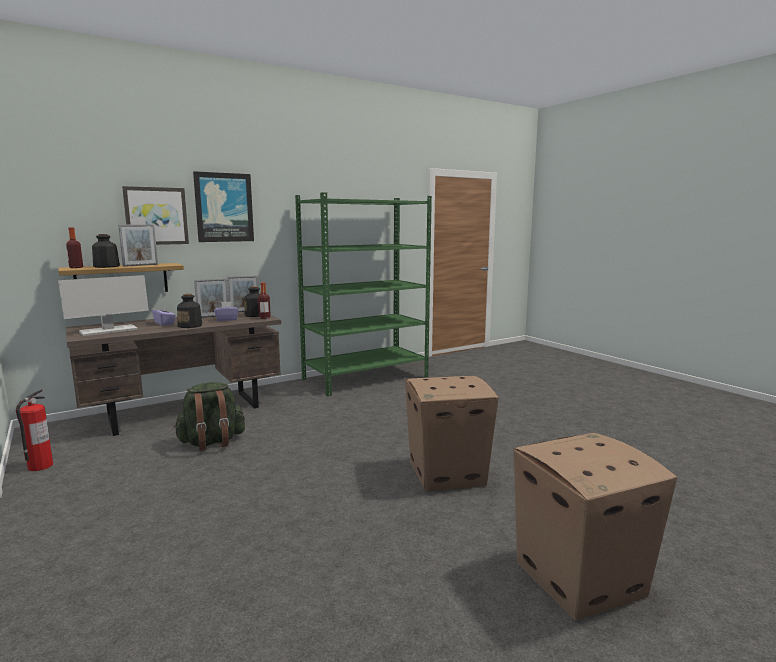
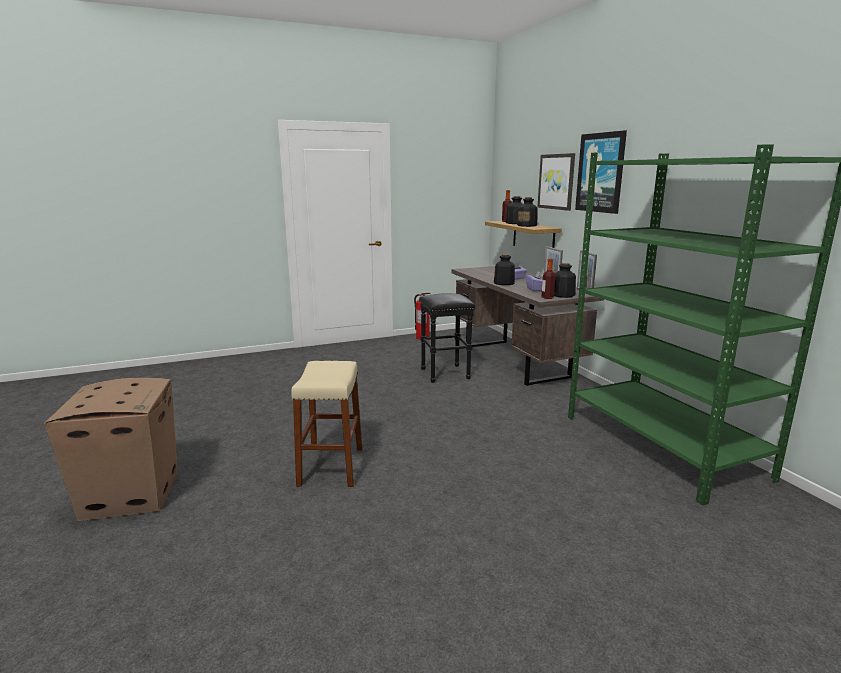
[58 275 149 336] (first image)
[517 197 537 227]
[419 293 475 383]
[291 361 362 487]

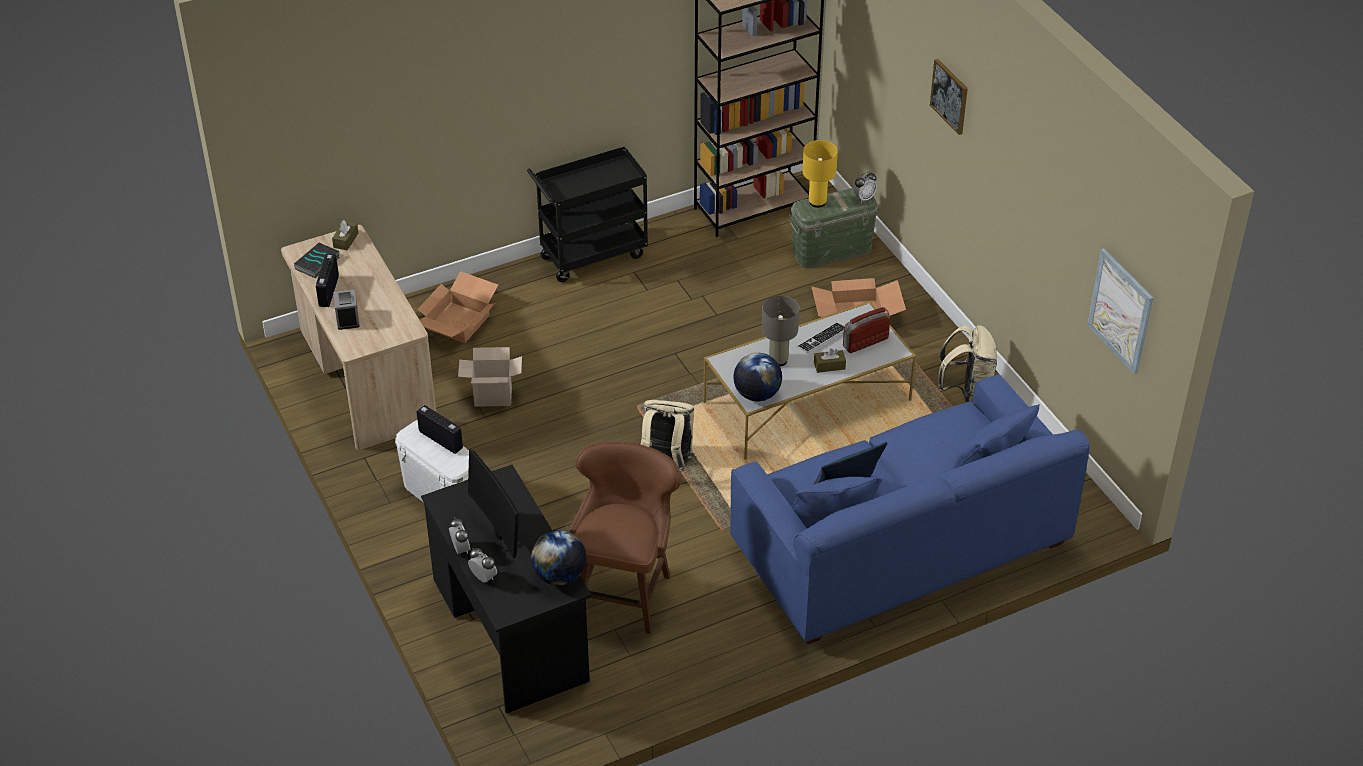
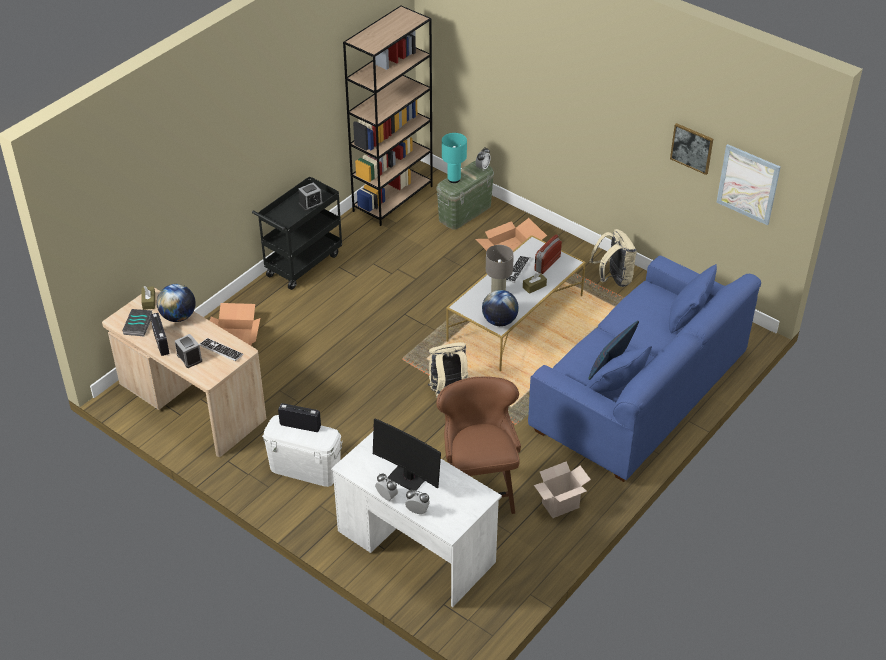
[331 432 502 607]
[534 461 591 518]
[157 284 196 322]
[442 133 467 183]
[670 123 713 175]
[199 338 244 361]
[298 182 323 211]

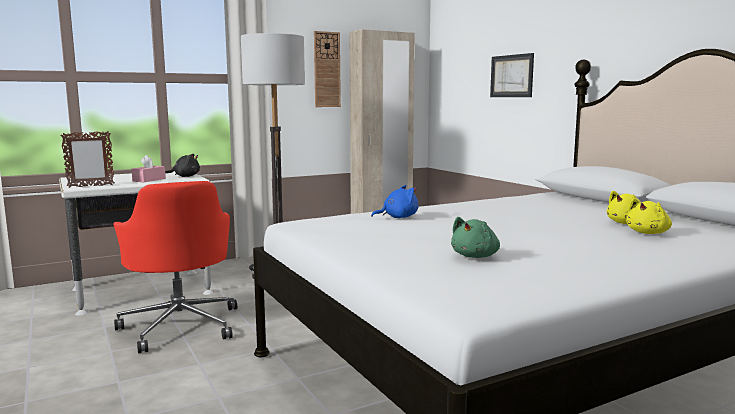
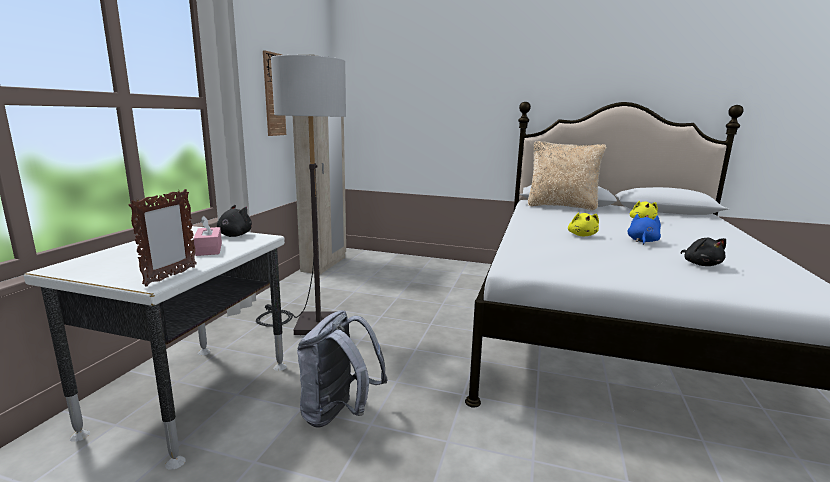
[297 310 388 427]
[627 214 661 245]
[681 238 726 266]
[490 53 534 97] (first image)
[568 212 599 236]
[528 141 607 211]

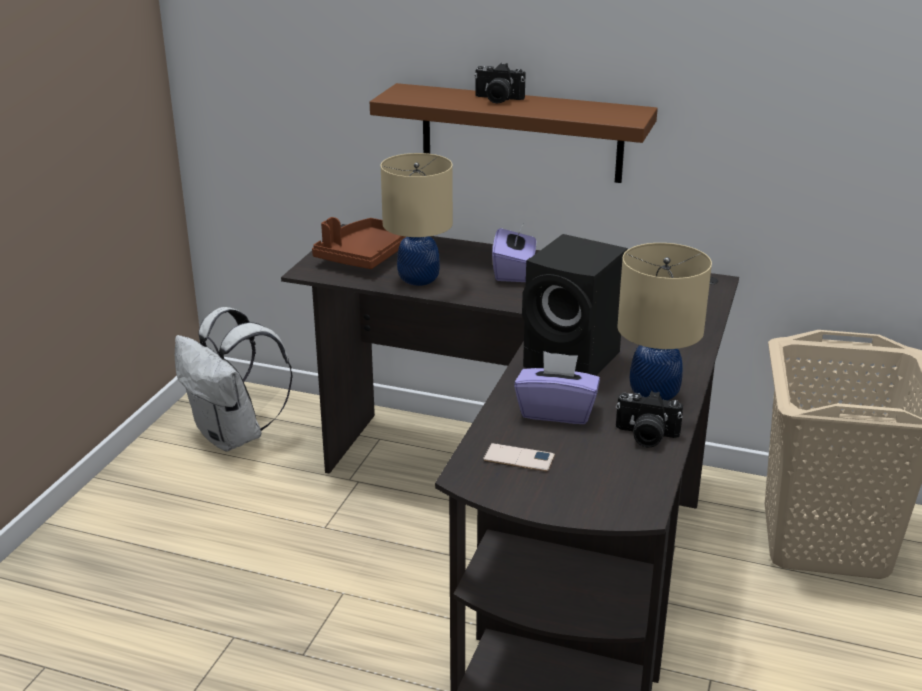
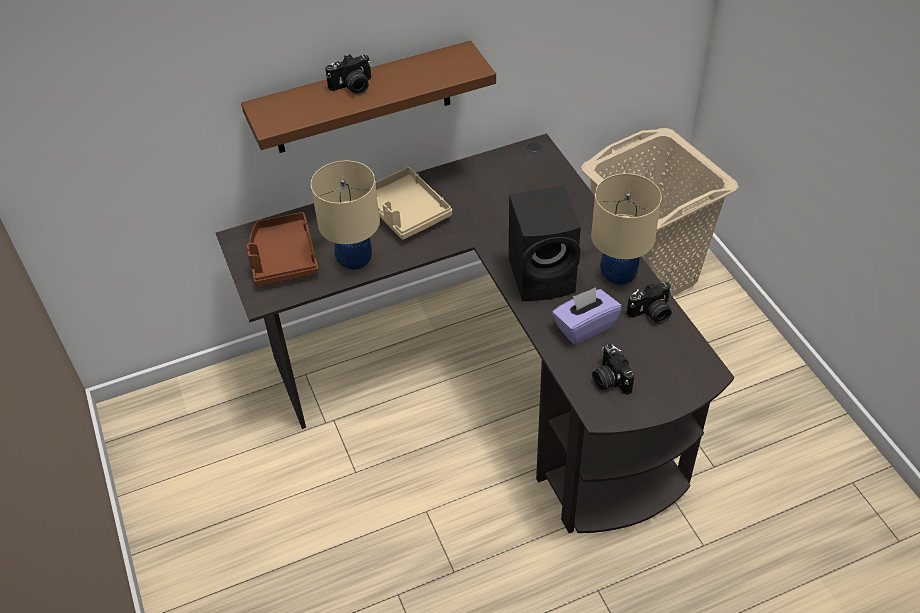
[175 307 293 452] (first image)
[592 343 634 395]
[375 167 452 240]

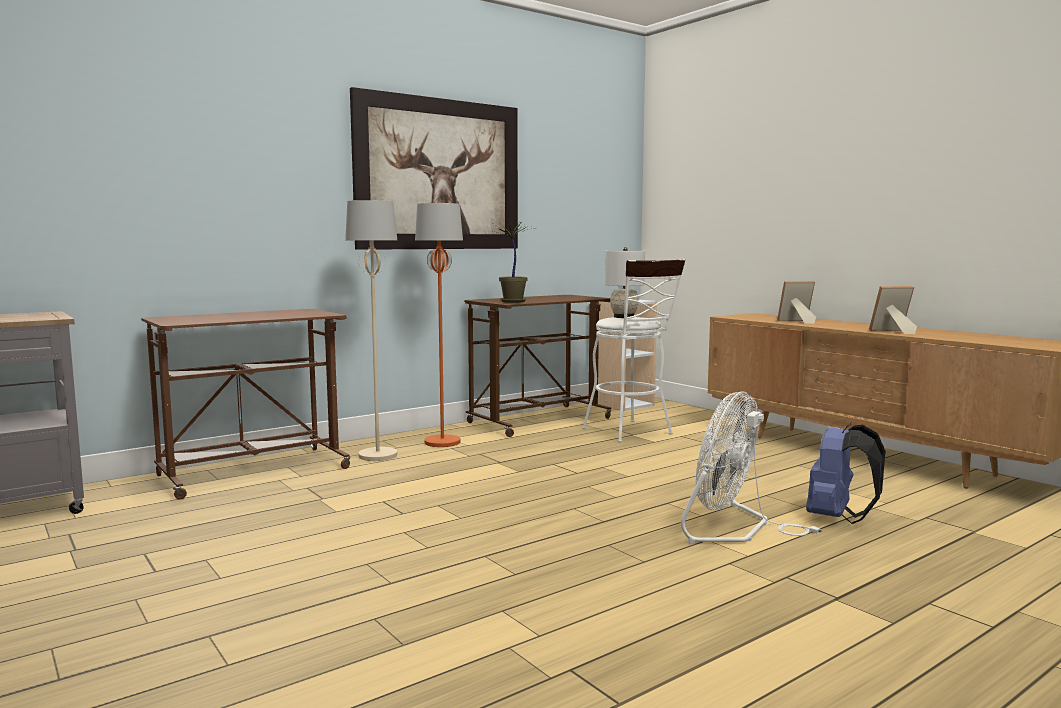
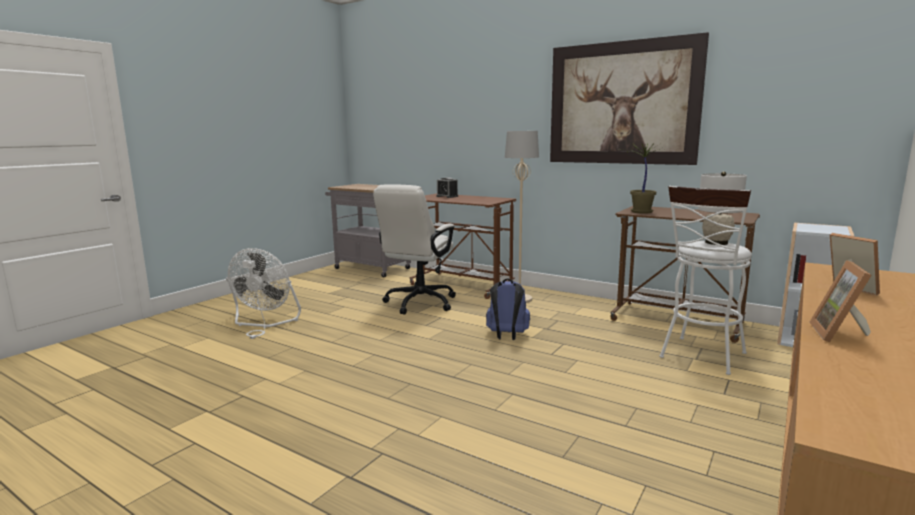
[415 203 463 447] (first image)
[226 248 301 339]
[486 278 530 340]
[809 260 872 343]
[373 184 456 315]
[436 177 458 198]

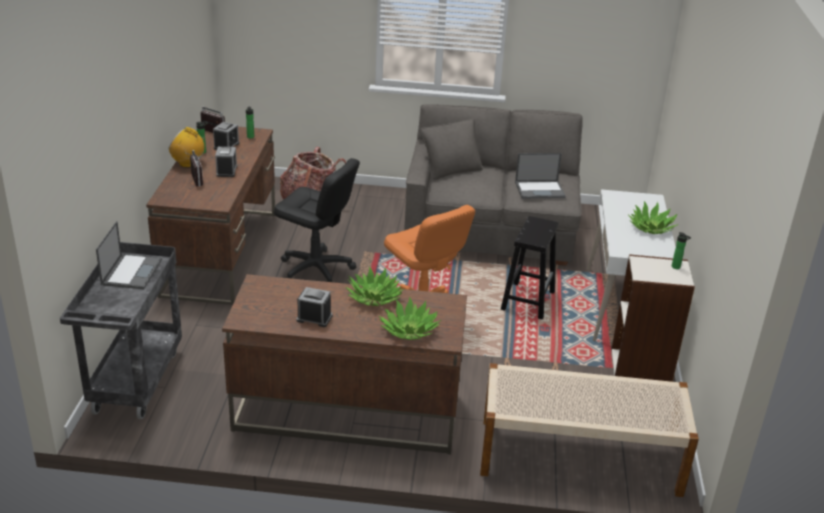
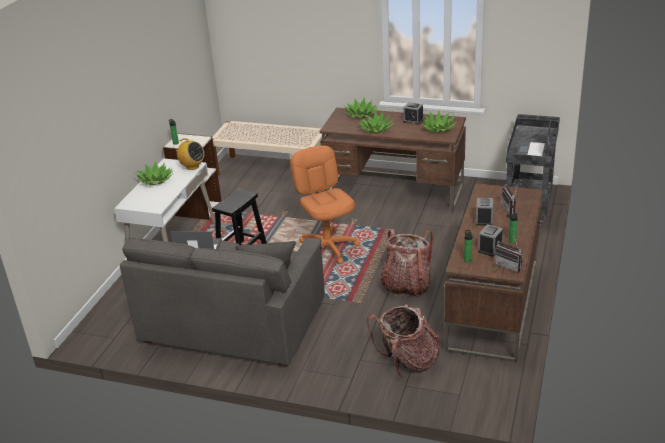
[176 138 204 170]
[380 229 433 297]
[421 110 457 133]

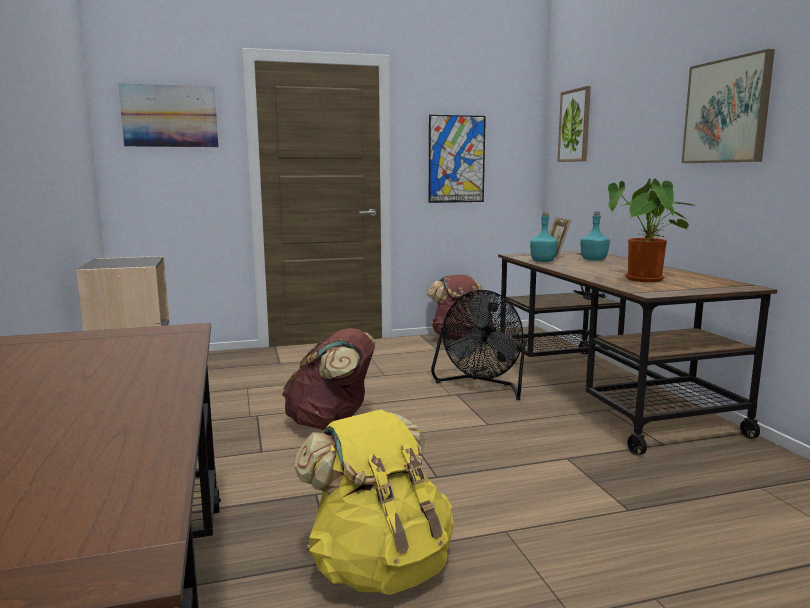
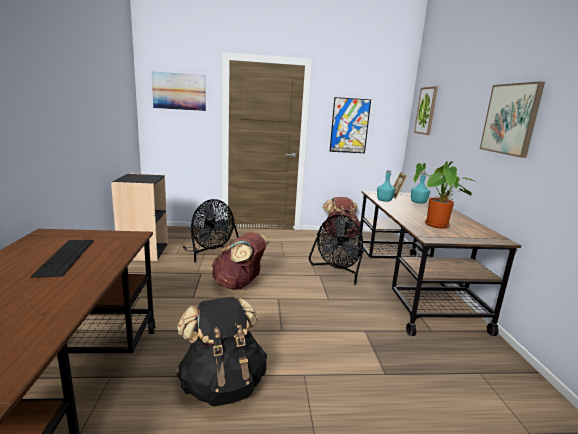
[176 297 267 406]
[31 240 93 278]
[182 199 239 263]

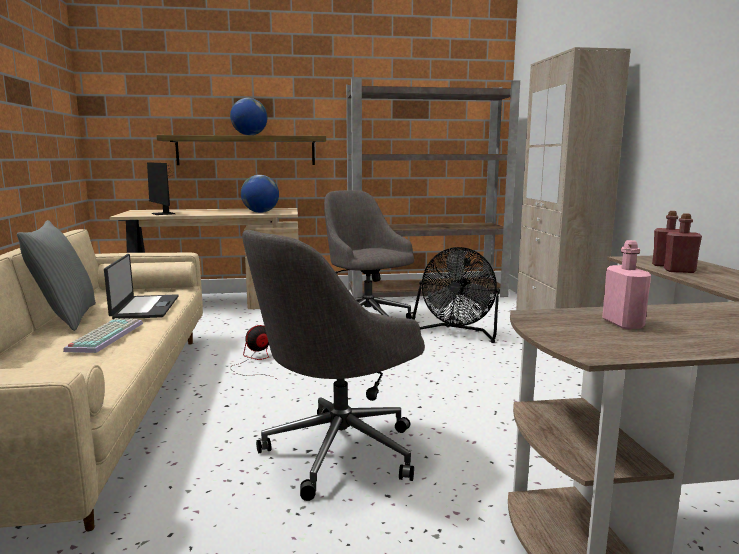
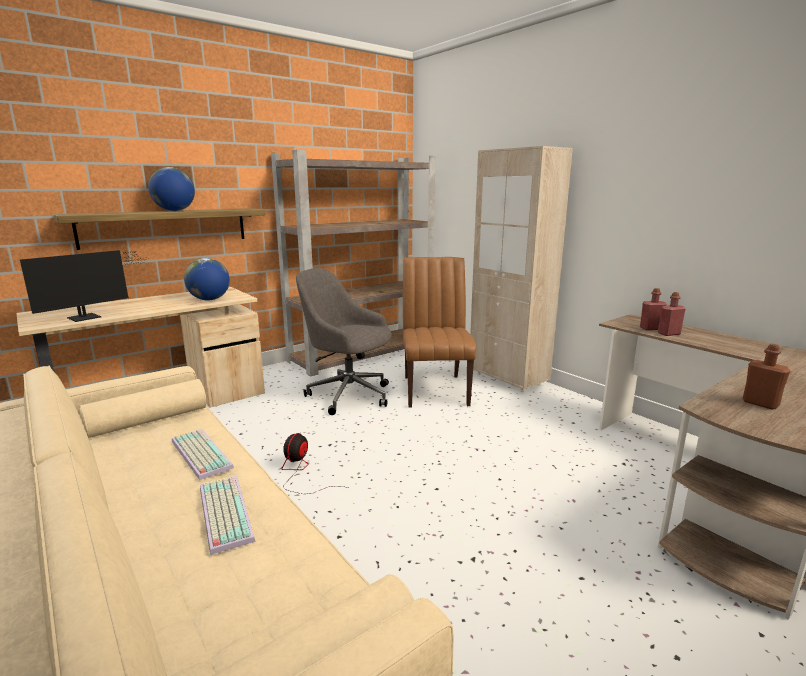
[17 220 96 331] (first image)
[172 429 234 480]
[20 250 149 322]
[242 230 425 501] (first image)
[403 257 476 408]
[742 344 790 409]

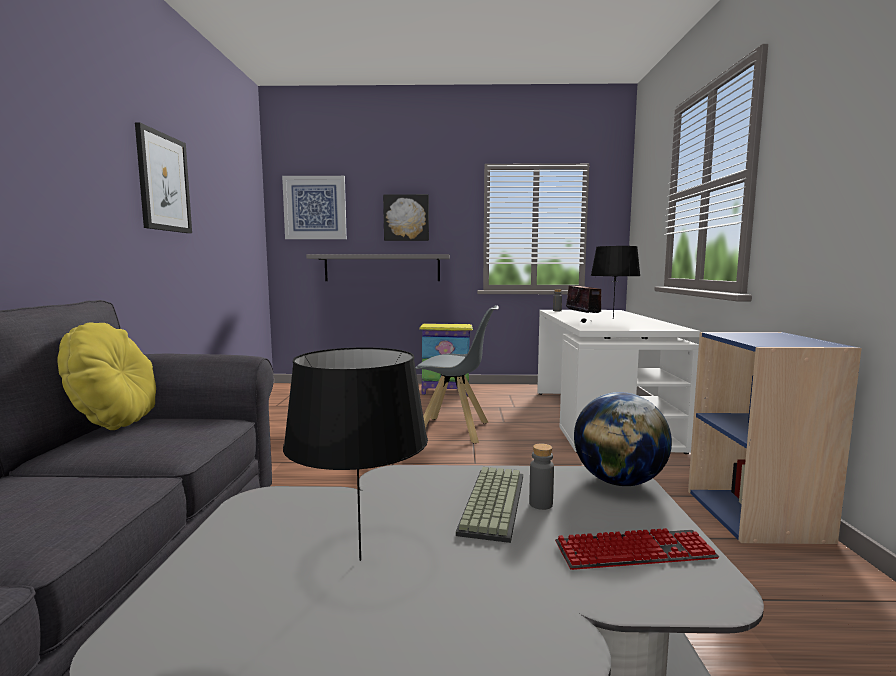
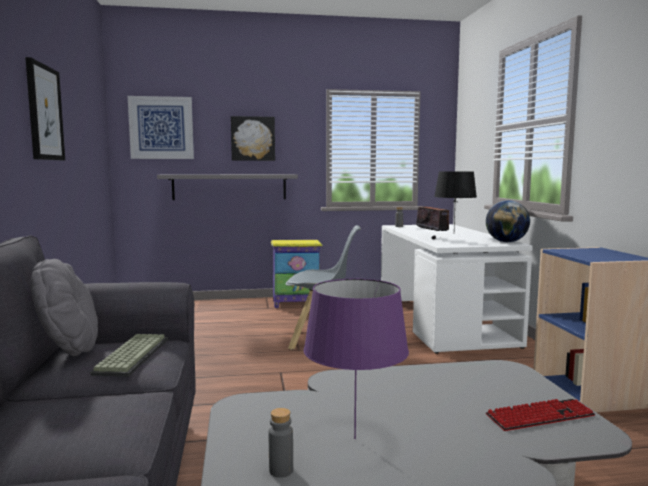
[30 259 98 356]
[303 279 409 439]
[91 334 168 376]
[269 408 293 478]
[486 200 530 242]

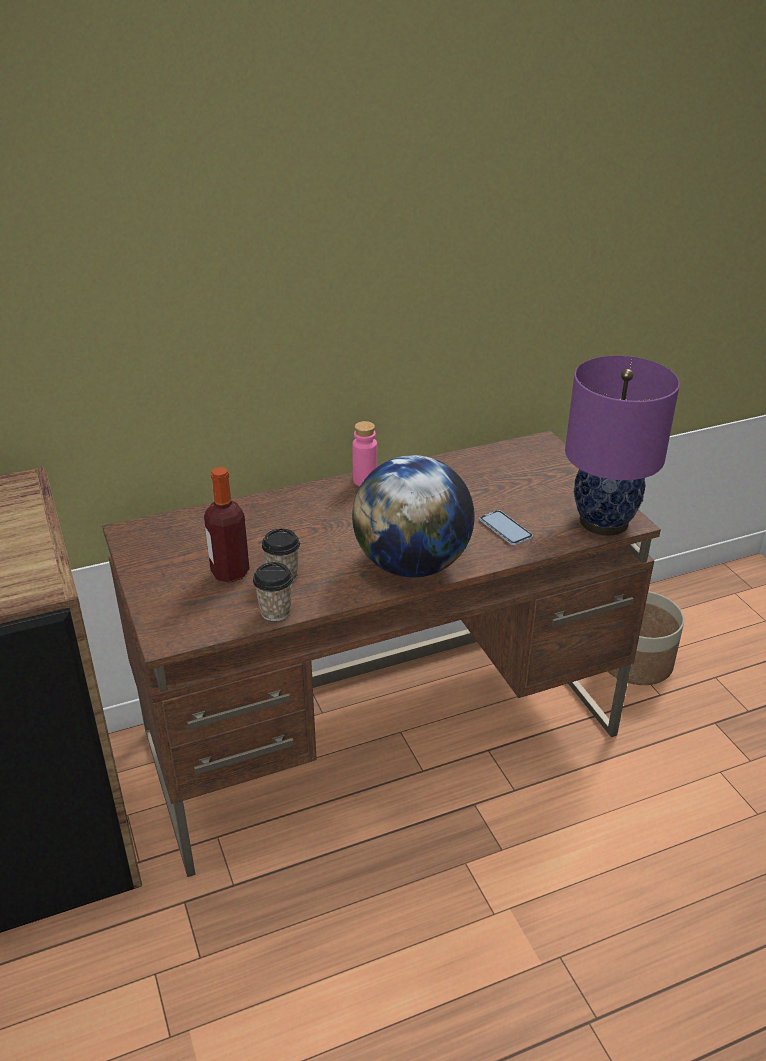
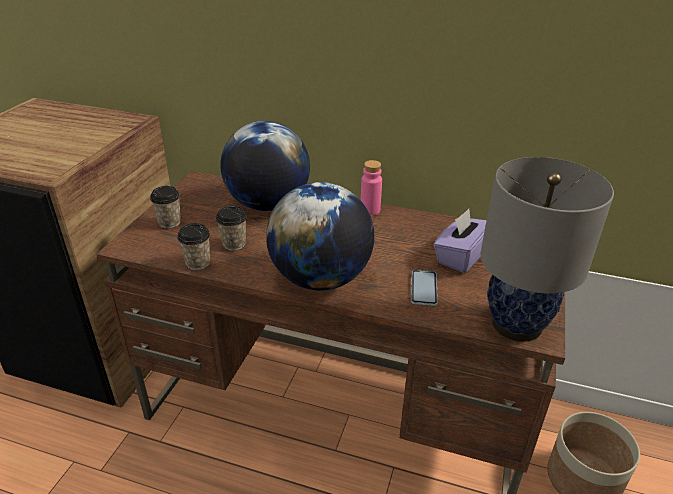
[204 467 250 583] (first image)
[481 157 614 342]
[150 186 181 228]
[220 121 310 211]
[434 209 487 273]

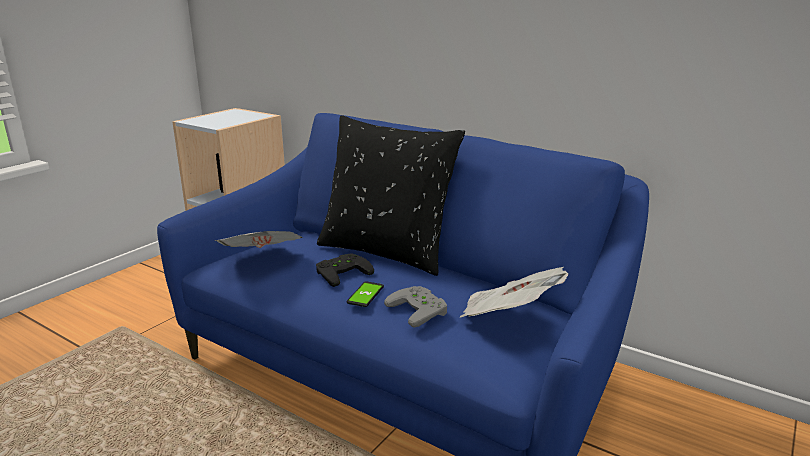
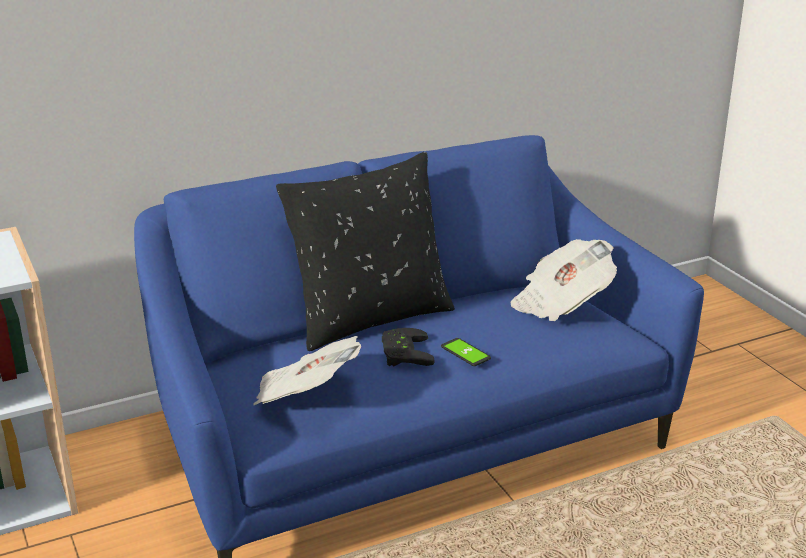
[384 286 447 328] (first image)

